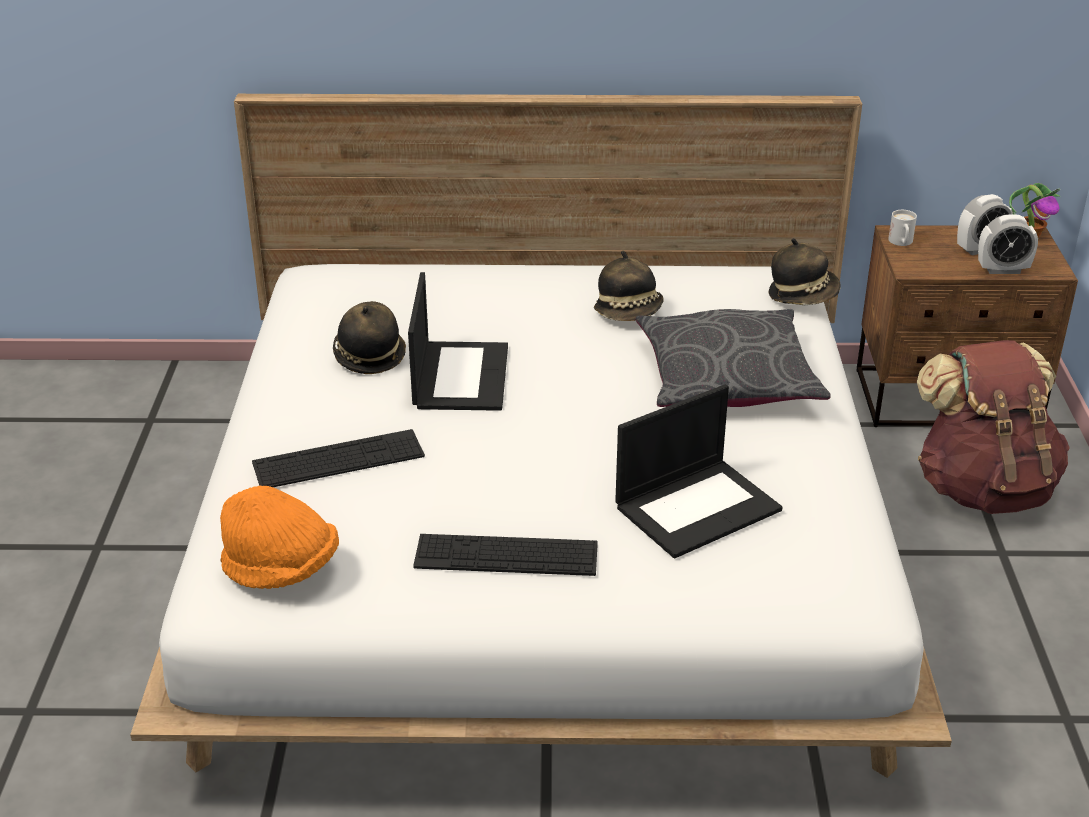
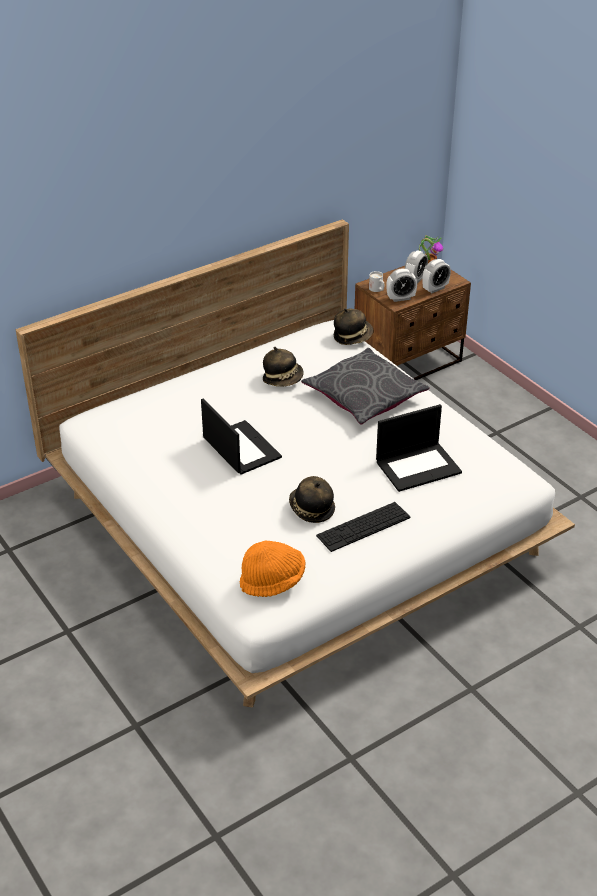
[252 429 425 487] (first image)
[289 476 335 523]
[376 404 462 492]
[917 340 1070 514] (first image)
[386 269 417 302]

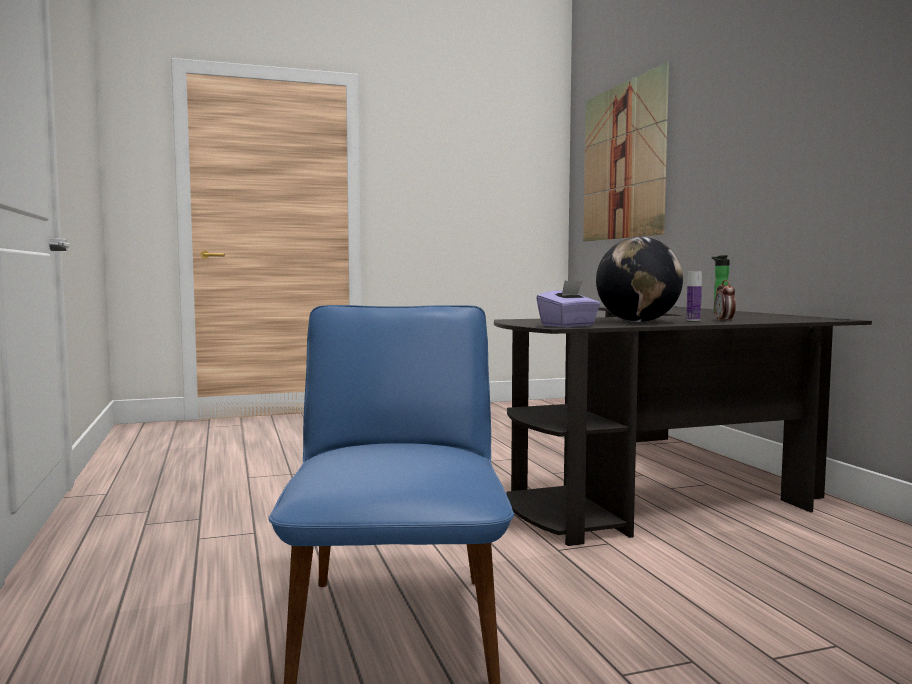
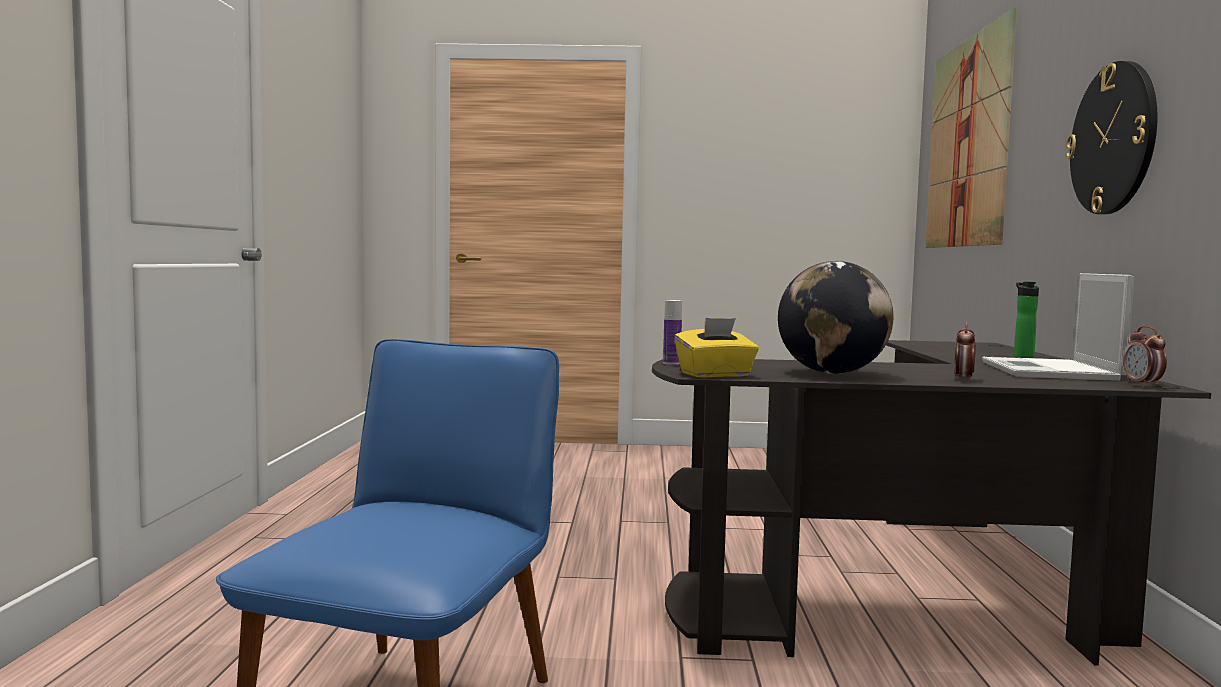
[674 318 759 377]
[663 300 682 365]
[982 273 1134 381]
[1065 61 1157 214]
[1123 326 1167 386]

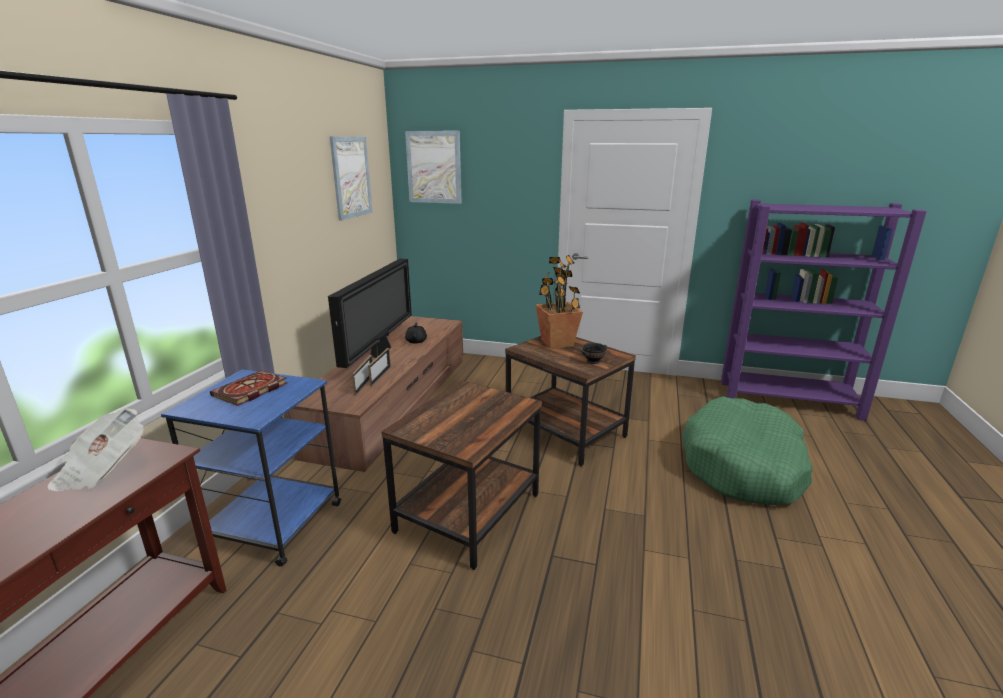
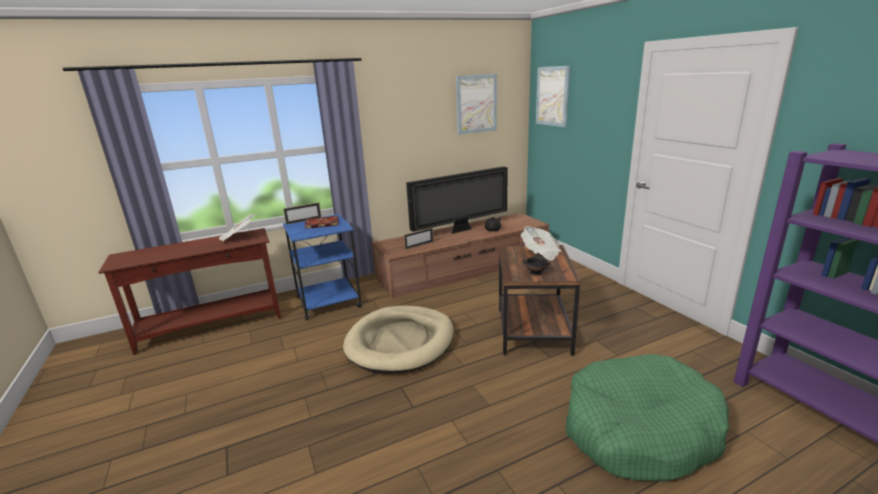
[283 202 321 225]
[343 306 454 374]
[521 226 561 261]

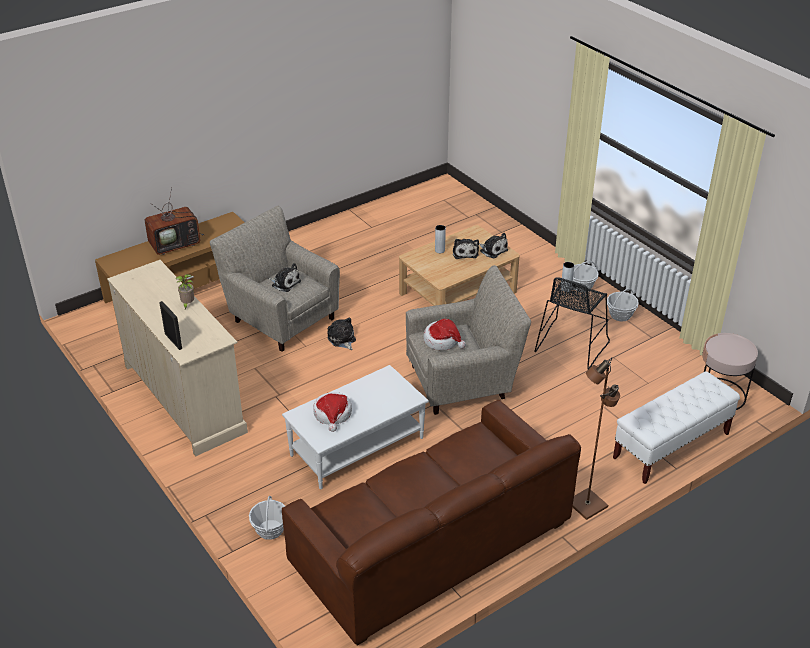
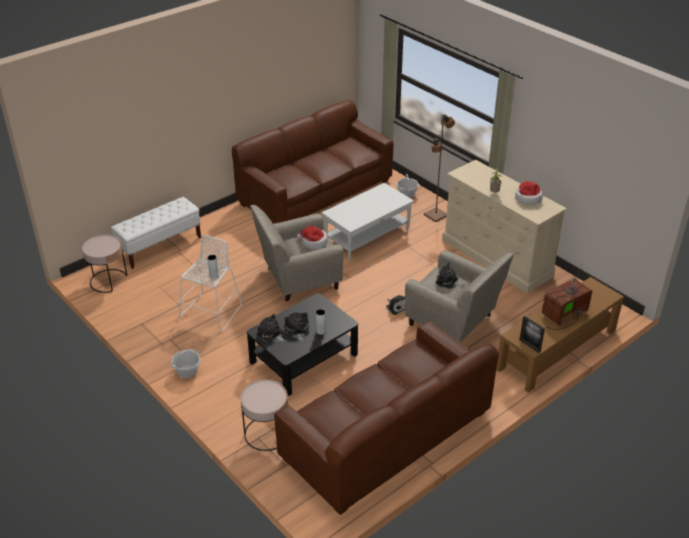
[519 316 545 353]
[515 181 543 205]
[247 293 358 396]
[178 235 242 331]
[424 114 455 222]
[607 288 639 321] (first image)
[241 380 288 451]
[274 321 499 515]

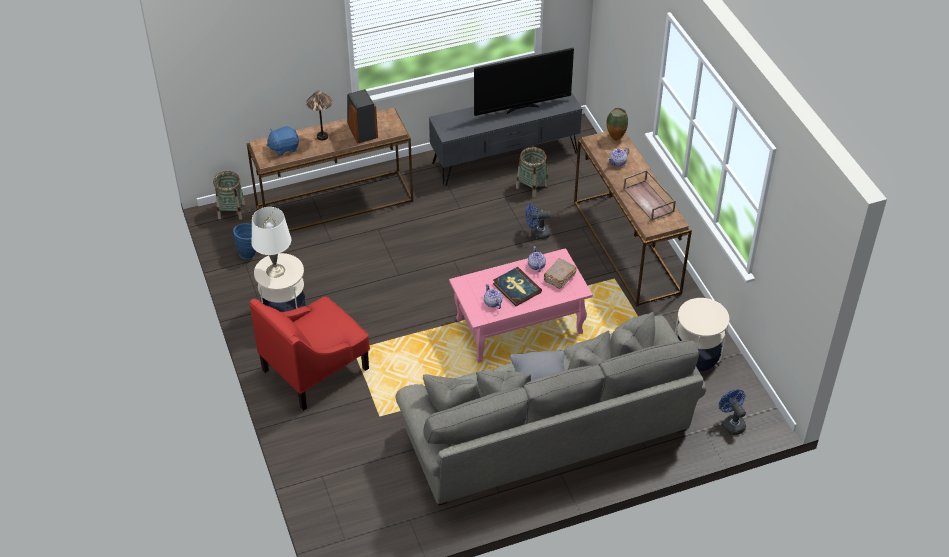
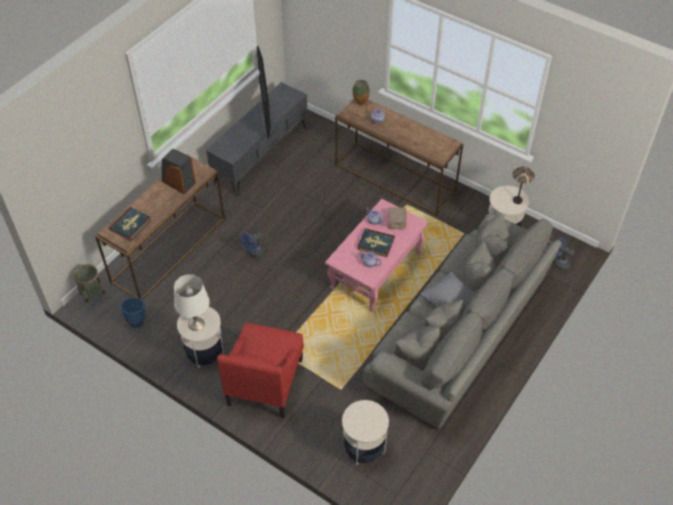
[109 207 151 241]
[512 166 535 204]
[257 45 271 138]
[516 147 548 198] (first image)
[241 232 265 258]
[623 170 676 220] (first image)
[342 400 389 465]

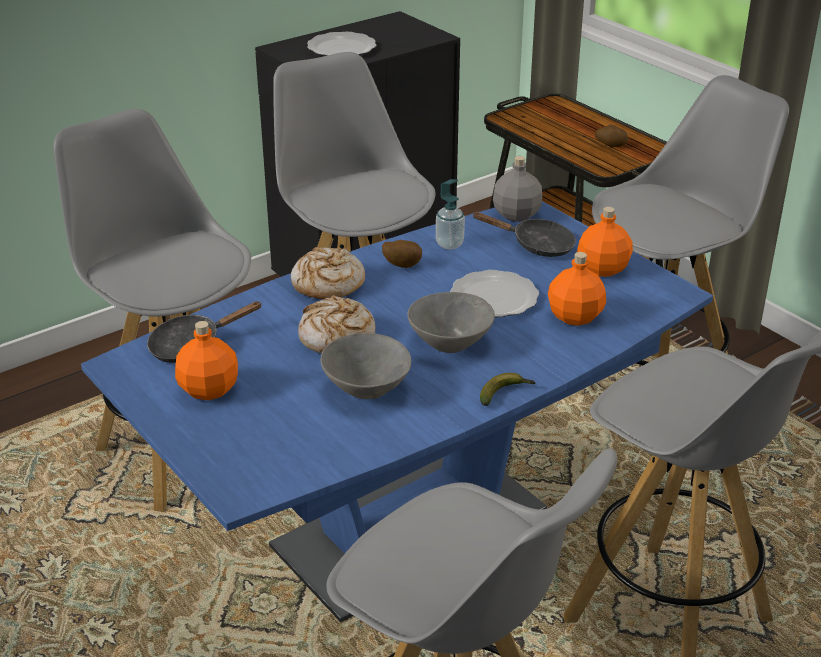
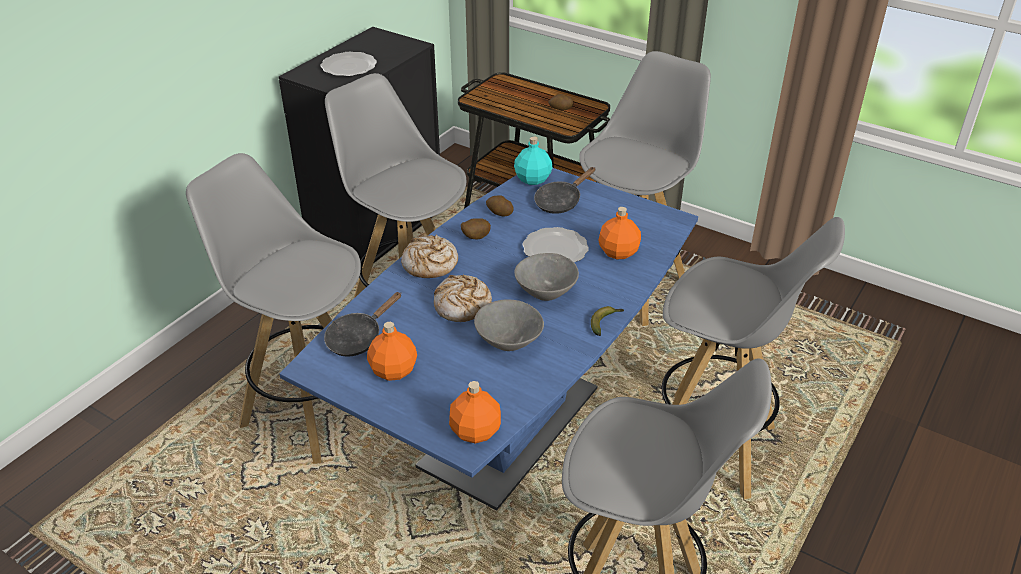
[486 195 514 216]
[534 167 595 214]
[514 136 552 185]
[449 381 501 443]

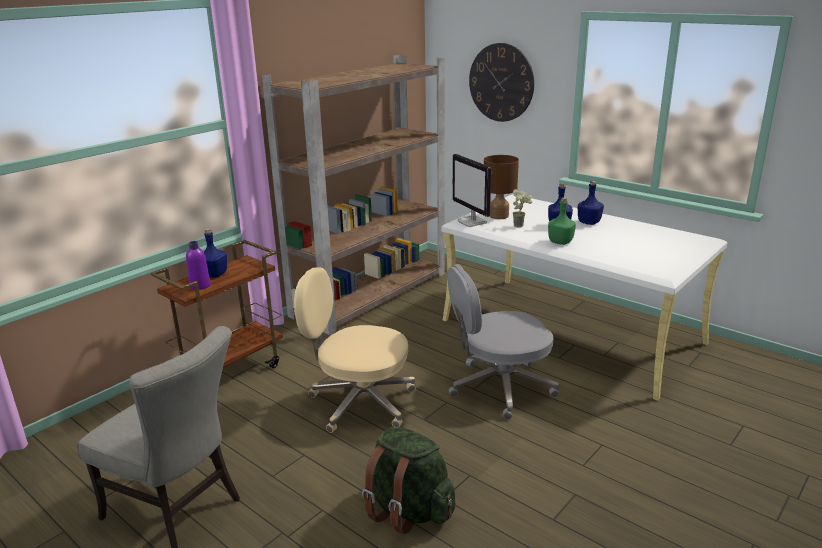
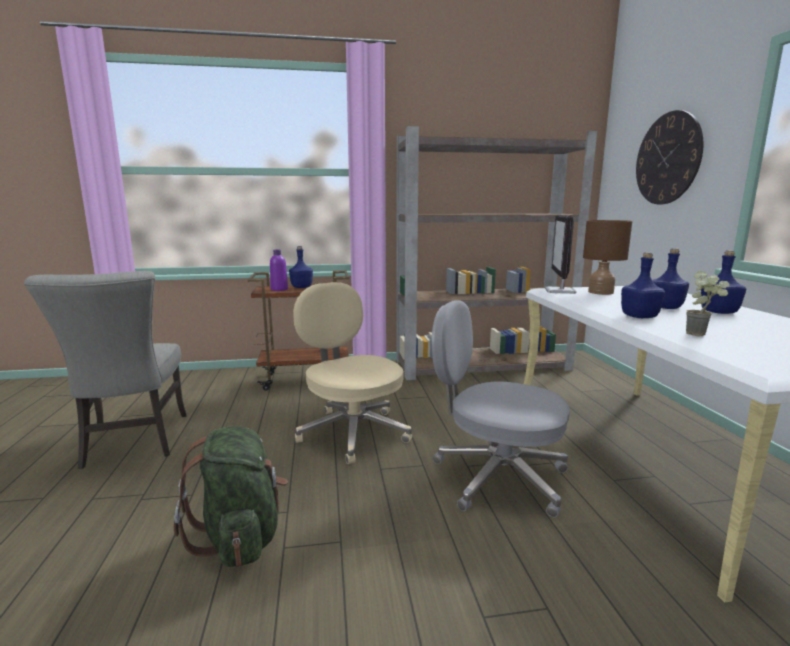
[686 271 729 336]
[621 252 665 318]

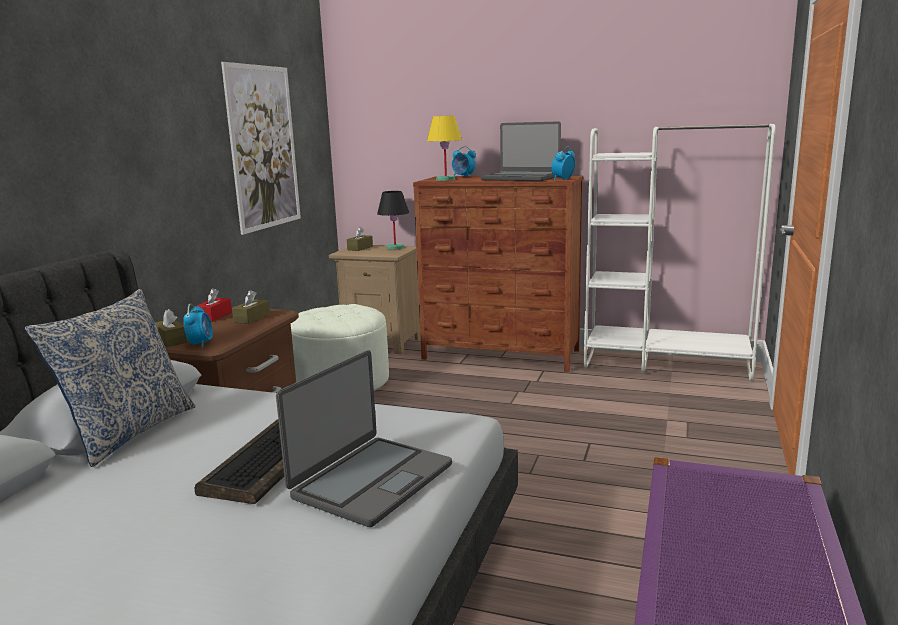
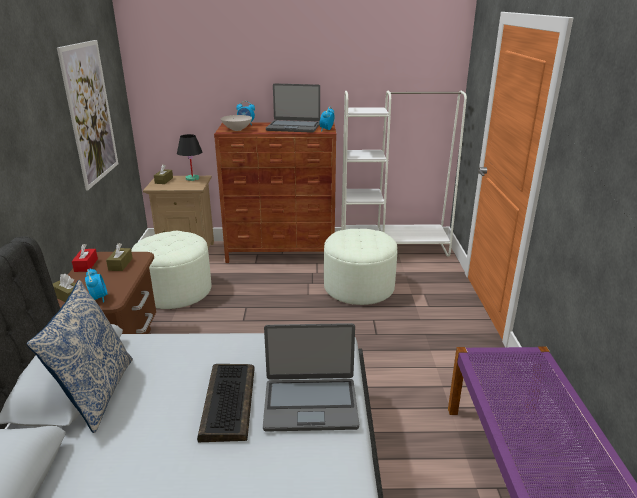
[263 323 359 432]
[221 115 252 131]
[324 229 397 305]

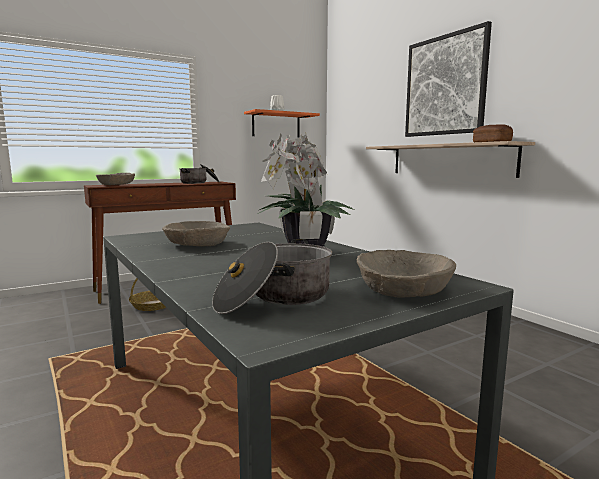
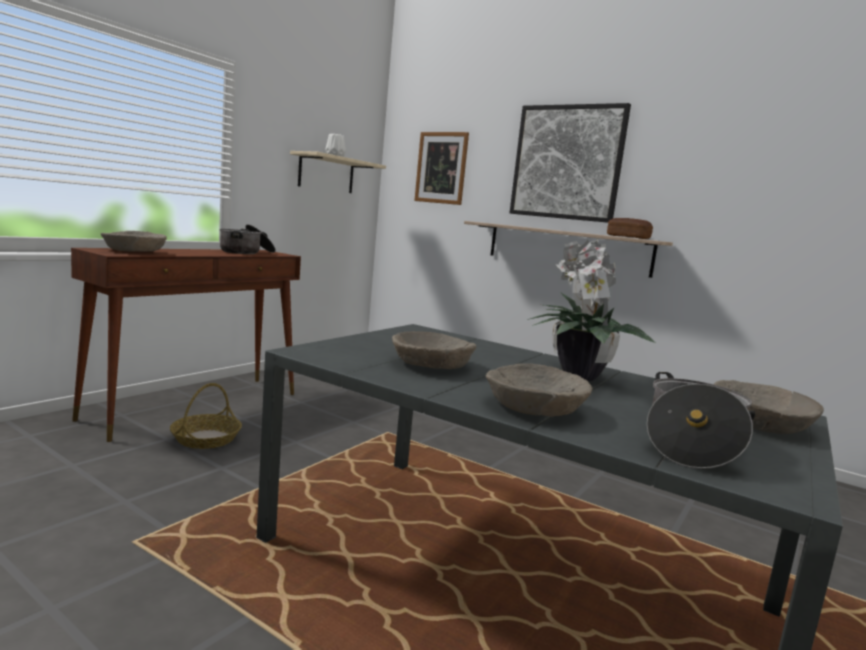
[290 151 386 193]
[414 132 469 205]
[486 363 592 417]

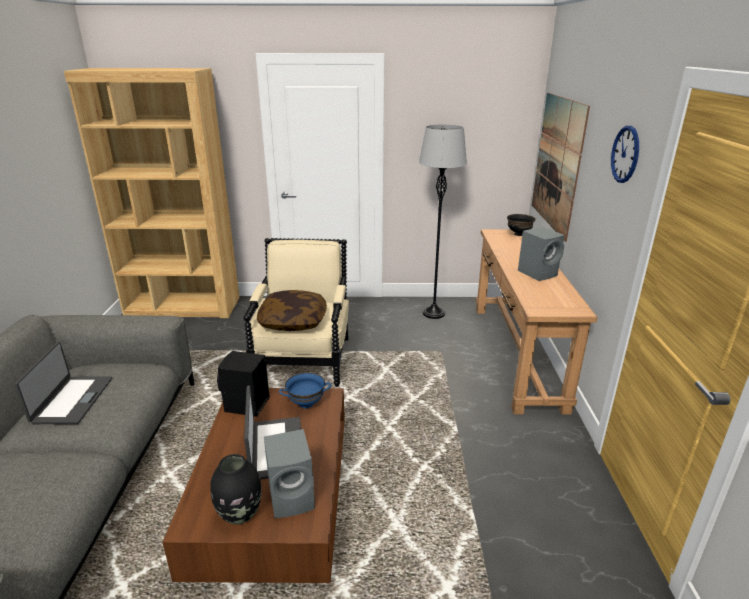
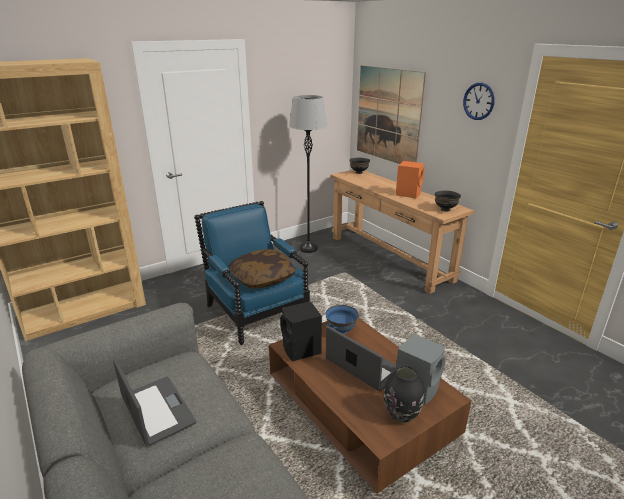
[194 201 310 345]
[396 161 424 198]
[434 190 461 211]

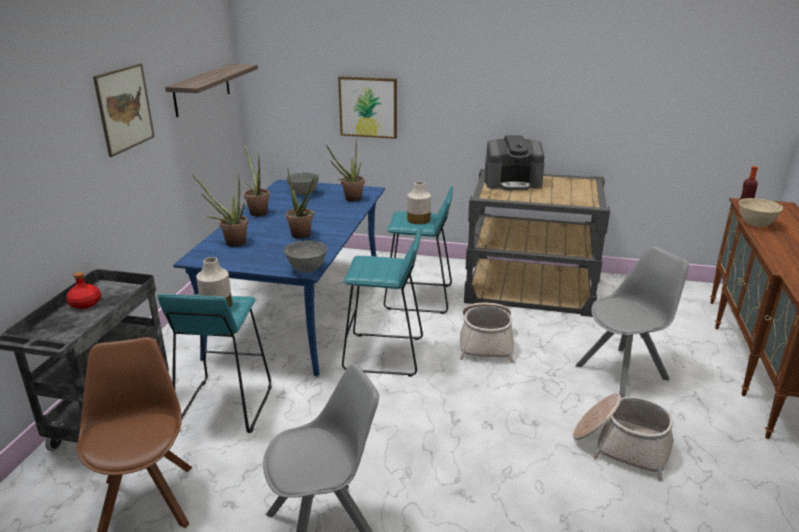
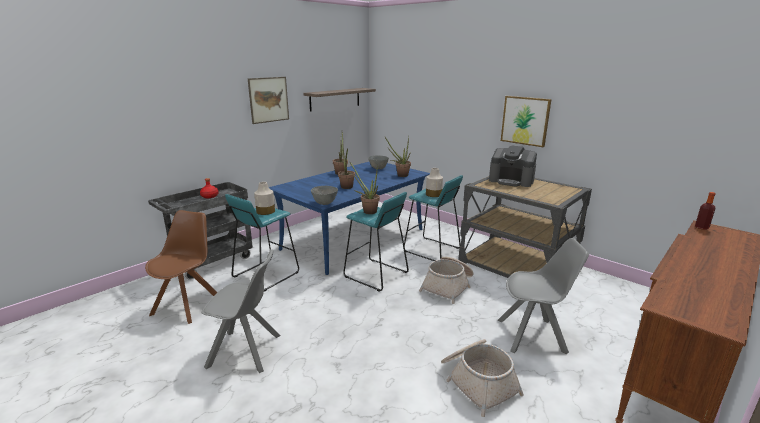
[349 161 380 214]
[501 96 552 147]
[739 198 783 227] (first image)

